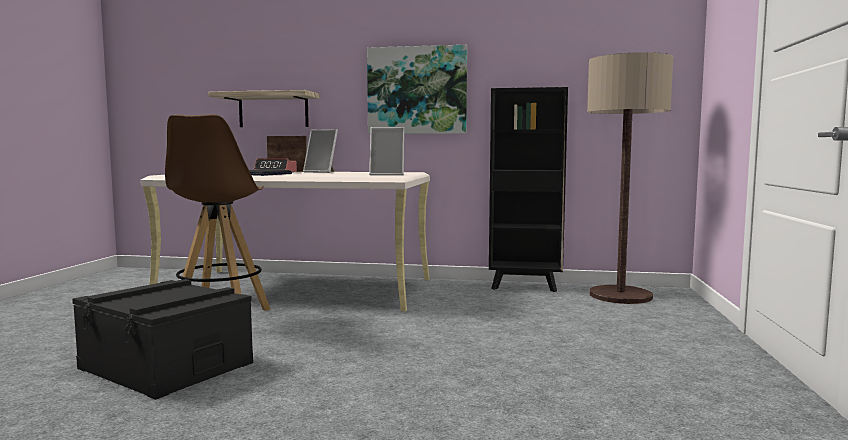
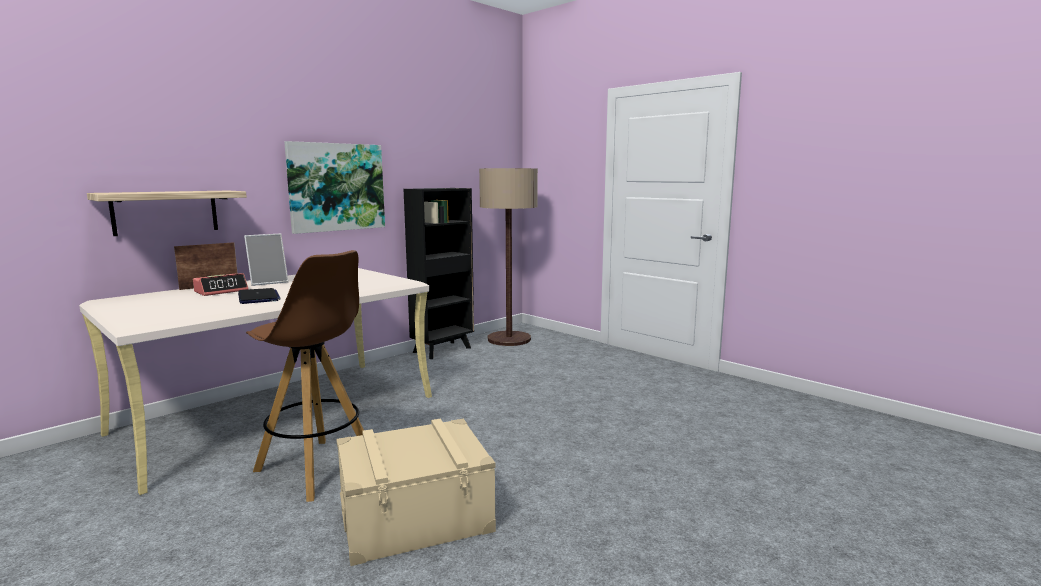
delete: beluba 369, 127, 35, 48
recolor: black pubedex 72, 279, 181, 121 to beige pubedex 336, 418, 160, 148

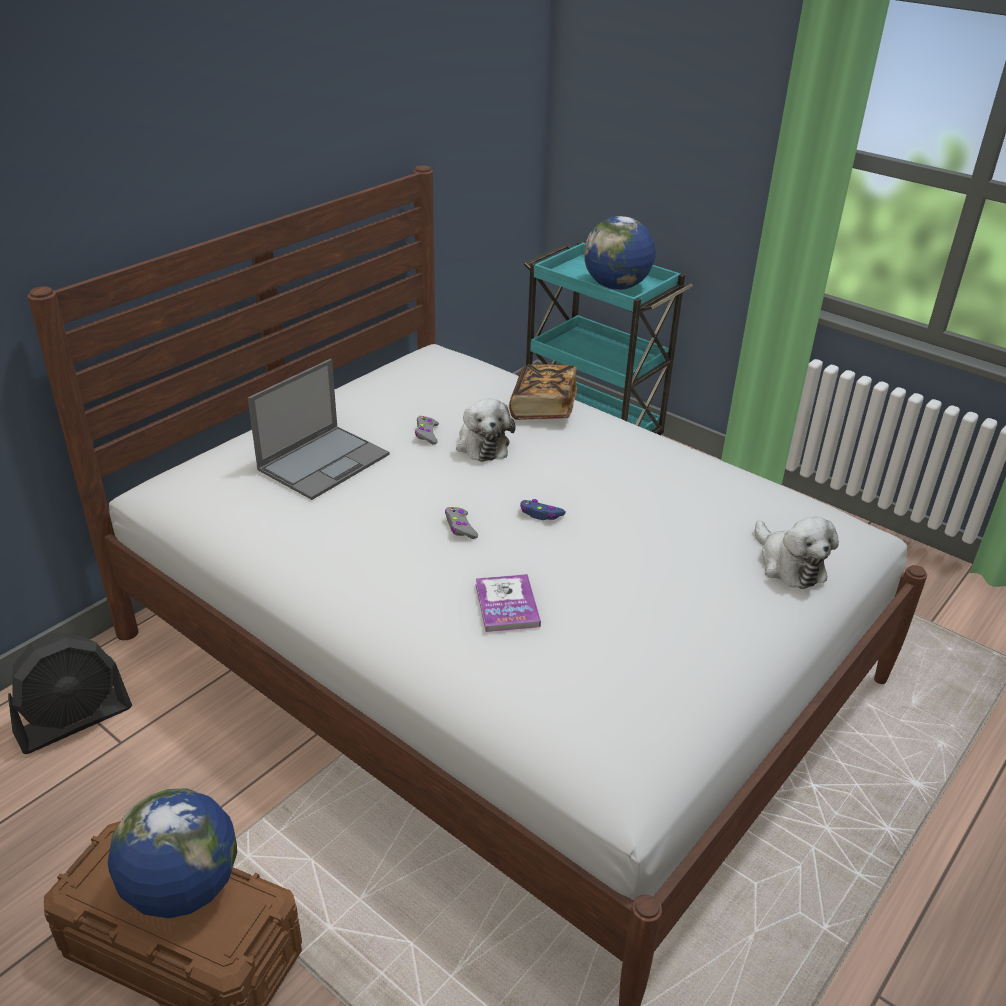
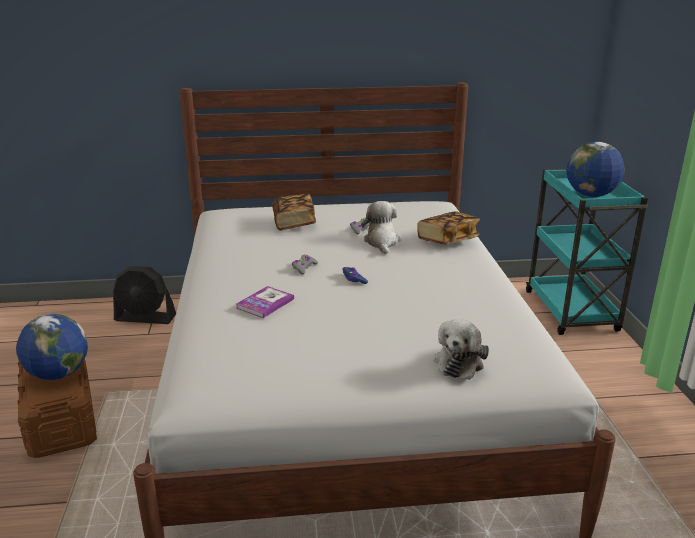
replace: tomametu 248, 359, 141, 141 to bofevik 272, 194, 44, 37
rotate: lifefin 456, 399, 59, 63 = 361, 201, 40, 53 150 degrees clockwise

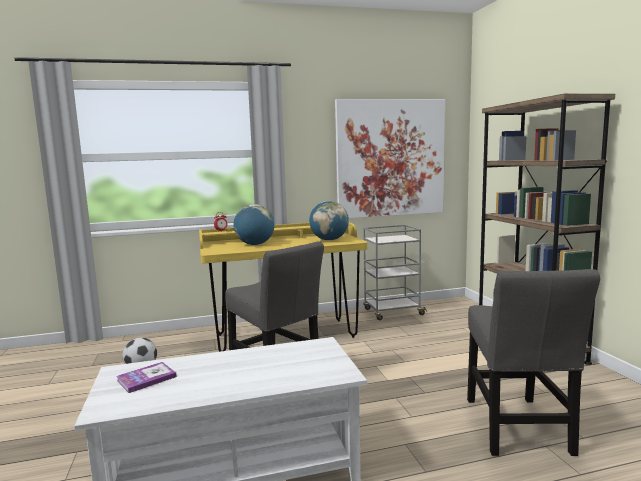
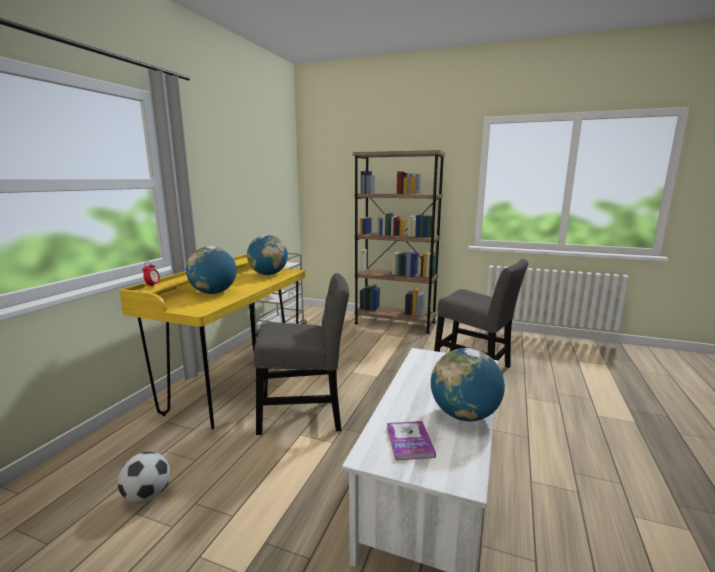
delete: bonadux 335, 99, 110, 119
insert: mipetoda 431, 348, 74, 73

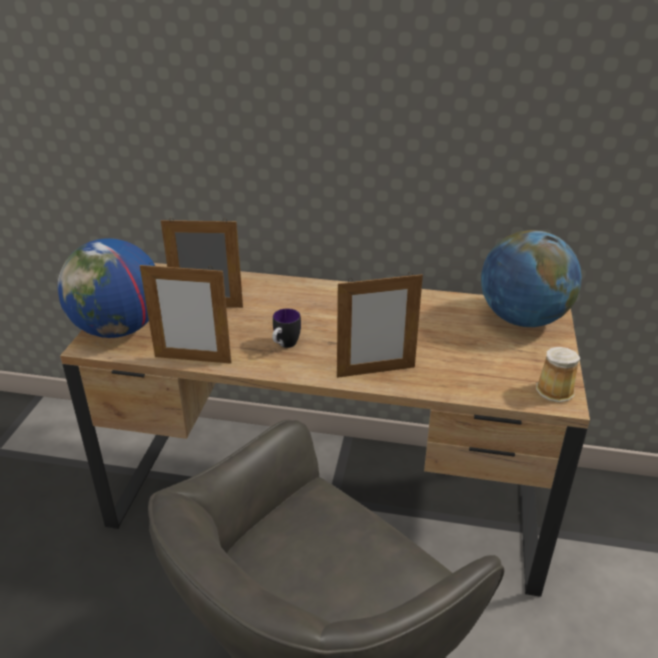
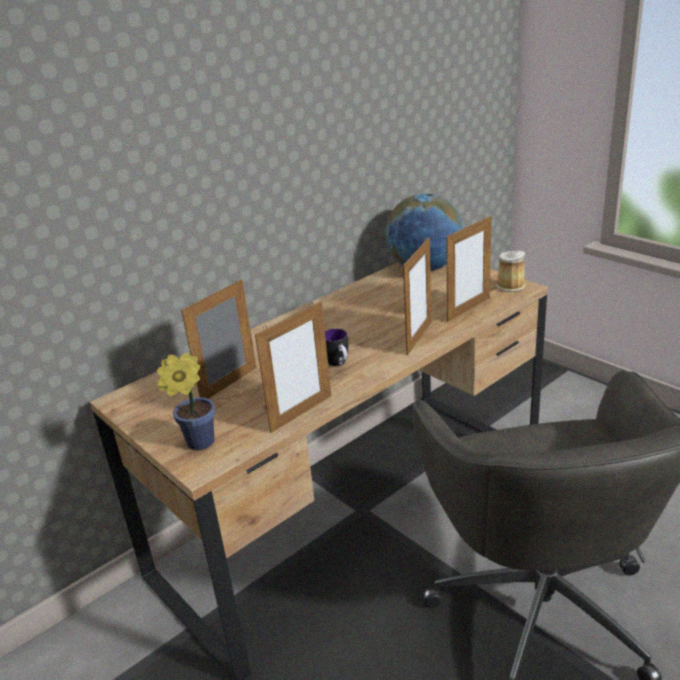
insert: beluba 446, 216, 46, 106
replace: mipetoda 58, 238, 97, 100 to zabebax 157, 353, 58, 97

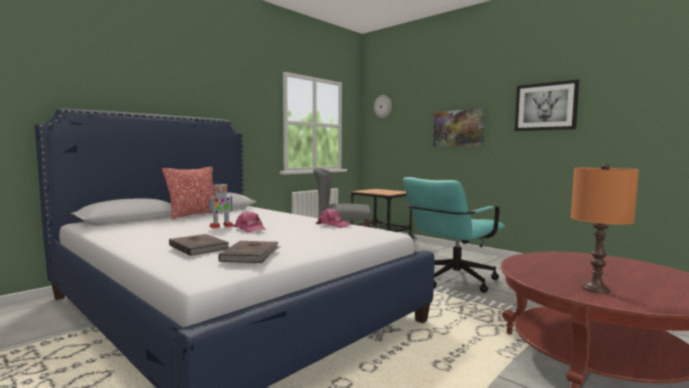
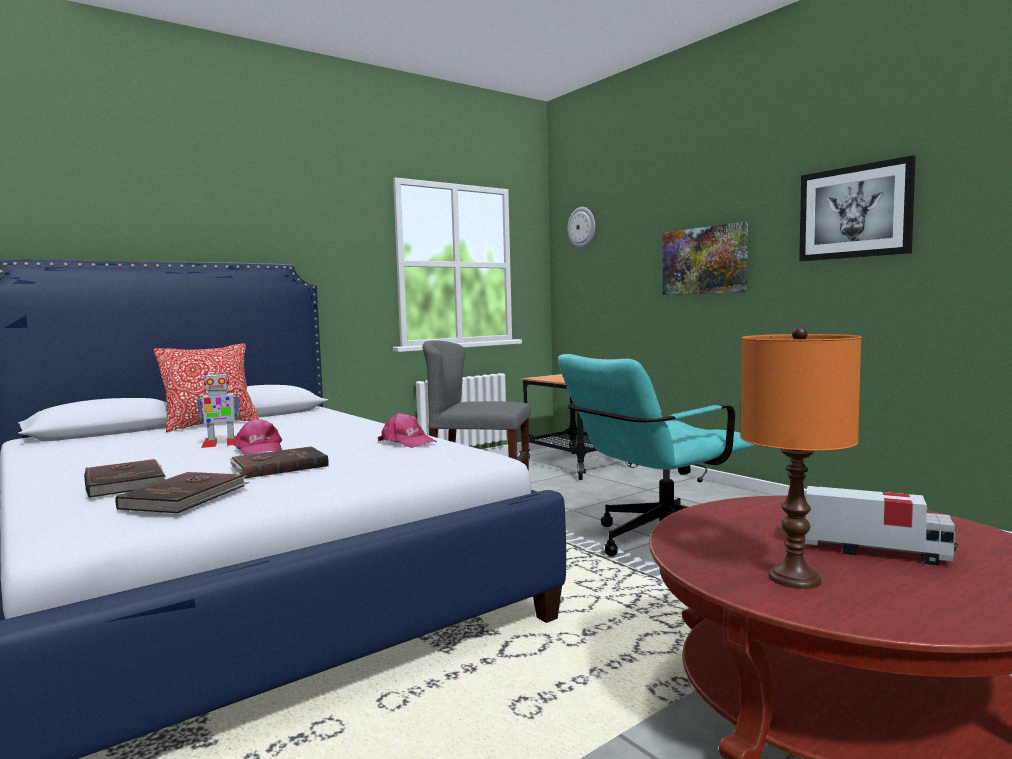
insert: brown bofevik 229, 446, 100, 33; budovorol 805, 486, 154, 80

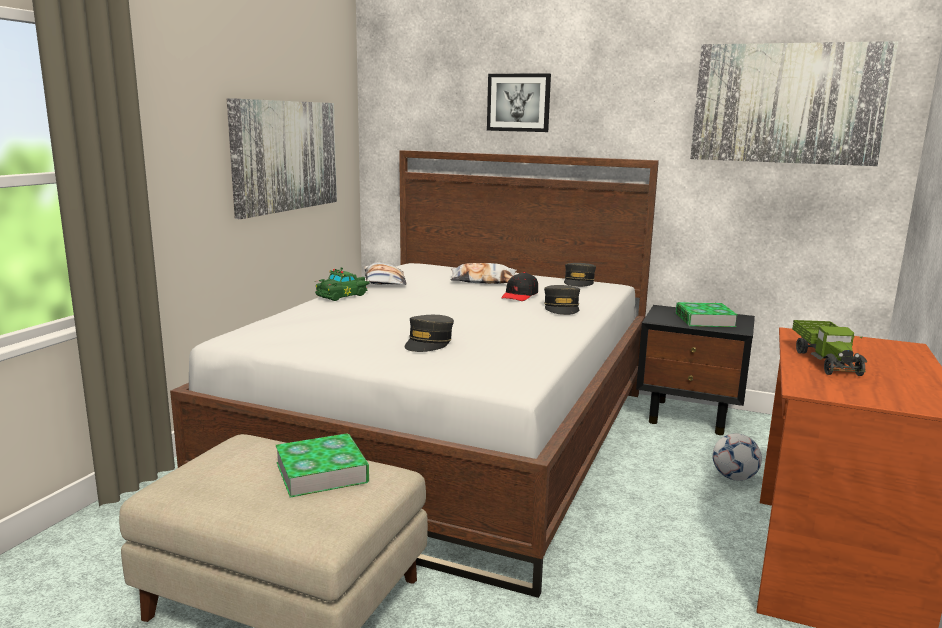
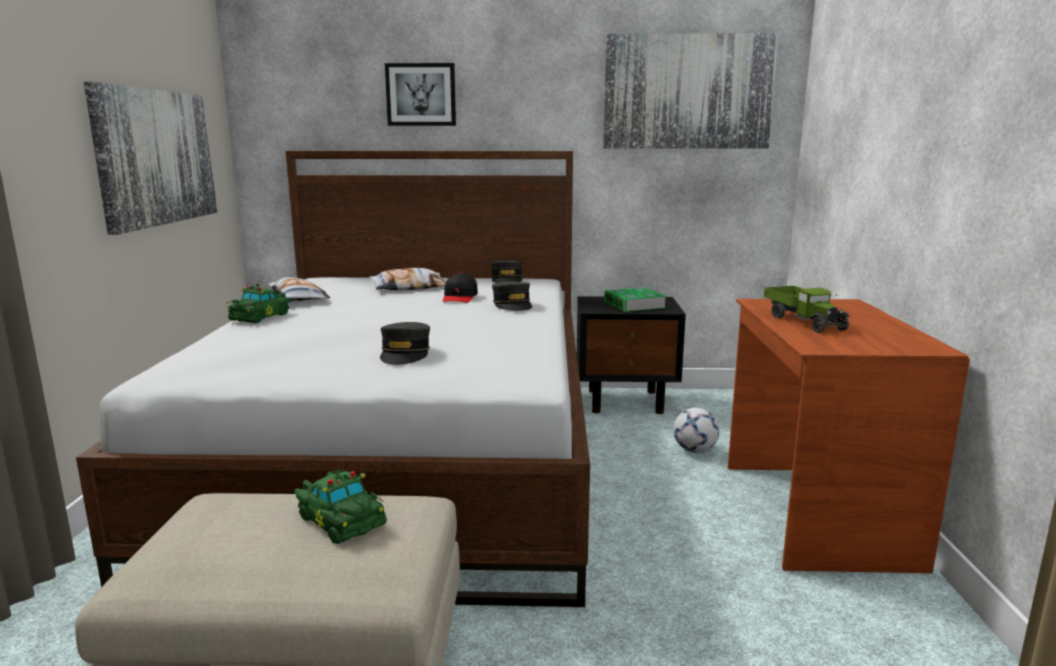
replace: bofevik 276, 433, 93, 64 to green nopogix 294, 469, 93, 75

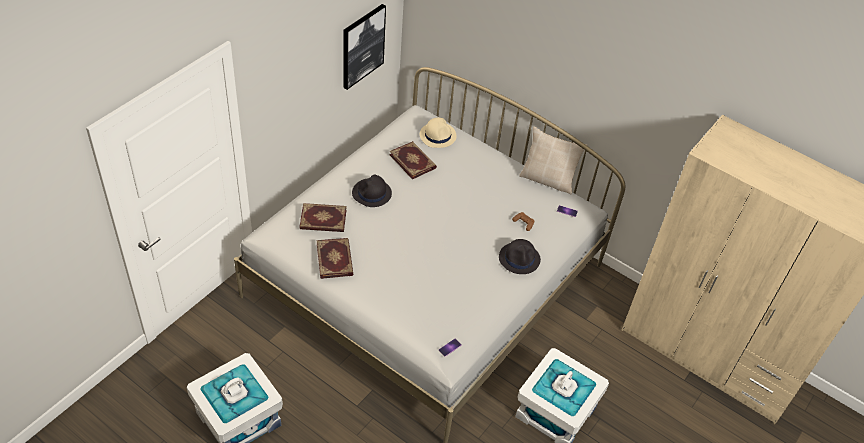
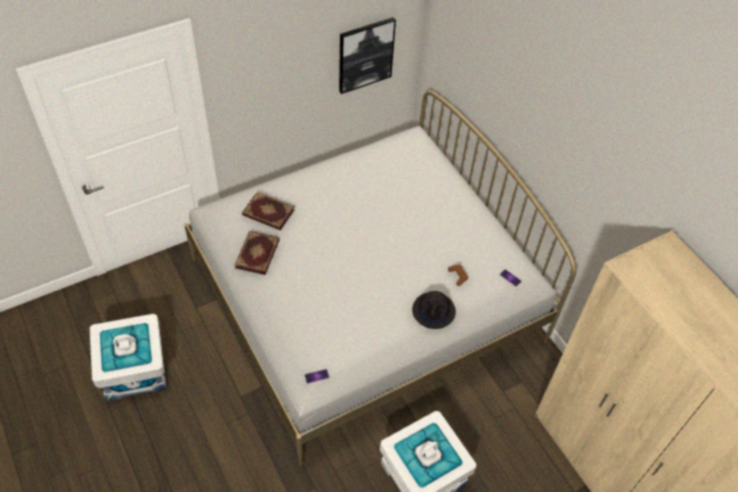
delete: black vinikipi 352, 175, 40, 32; bofevik 389, 141, 48, 38; beige vinikipi 420, 118, 37, 30; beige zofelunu 519, 127, 68, 68

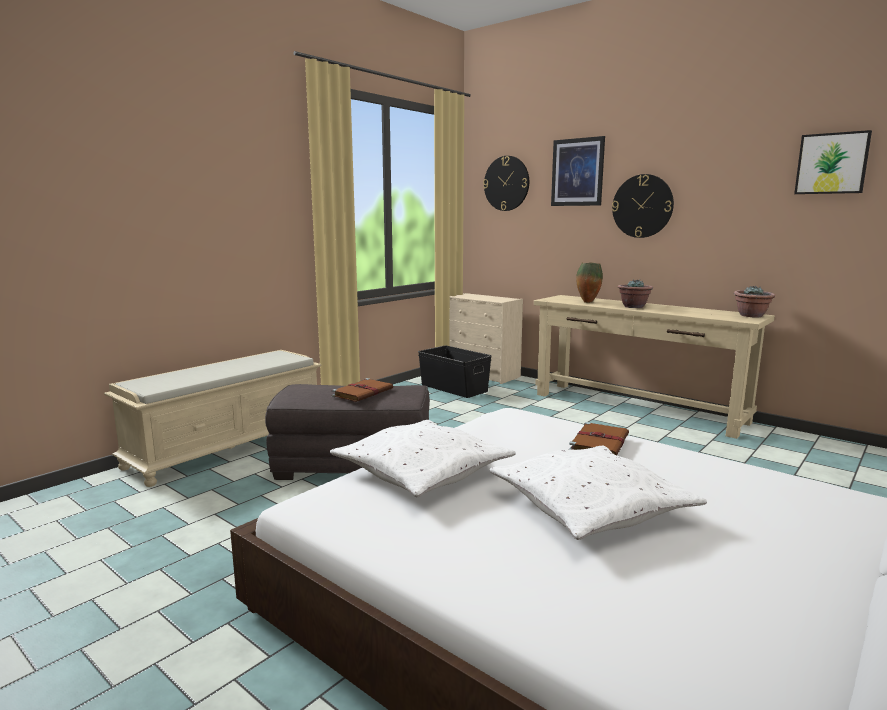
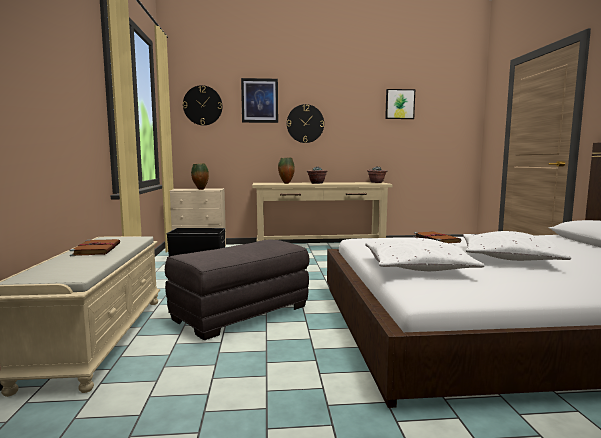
insert: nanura 191, 163, 18, 27
move: brown bofevik 332, 378, 61, 24 to 70, 239, 50, 17

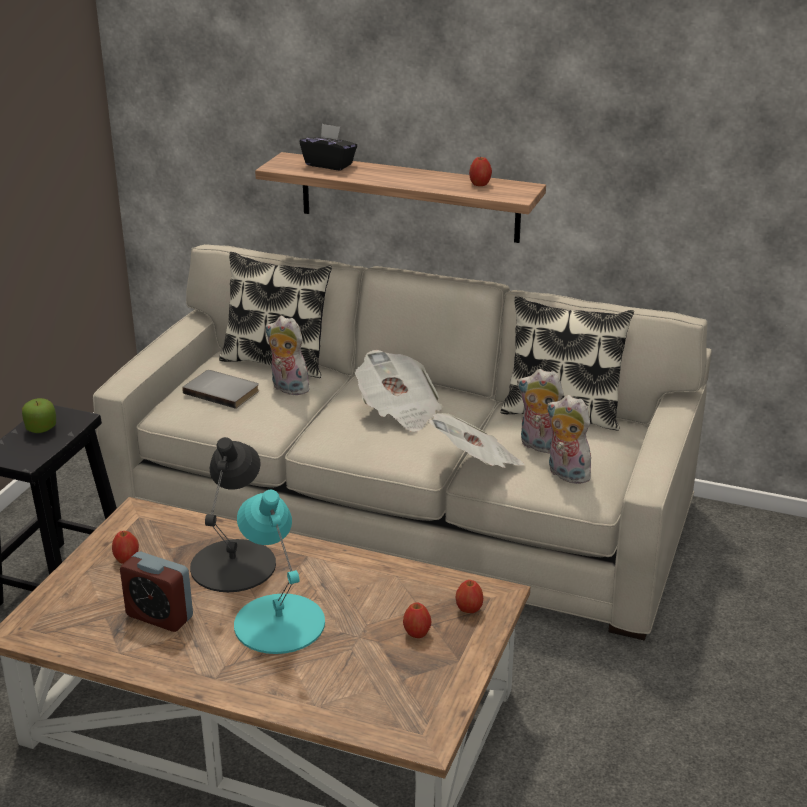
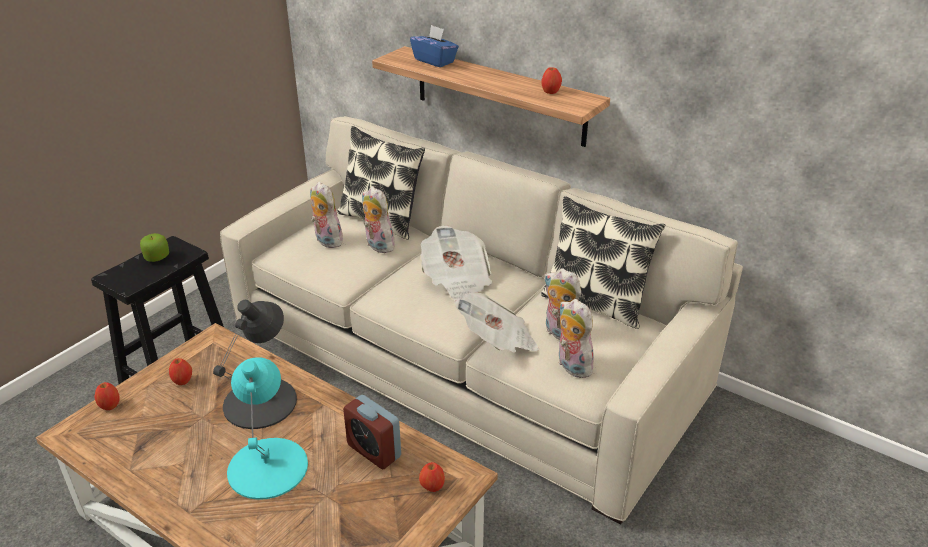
move: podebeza 120, 552, 73, 80 to 343, 395, 58, 74; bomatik 403, 602, 29, 36 to 95, 382, 24, 28
replace: grey bofevik 182, 370, 77, 39 to lifefin 310, 182, 33, 66
recolor: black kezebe 300, 123, 57, 48 to blue kezebe 410, 25, 49, 42

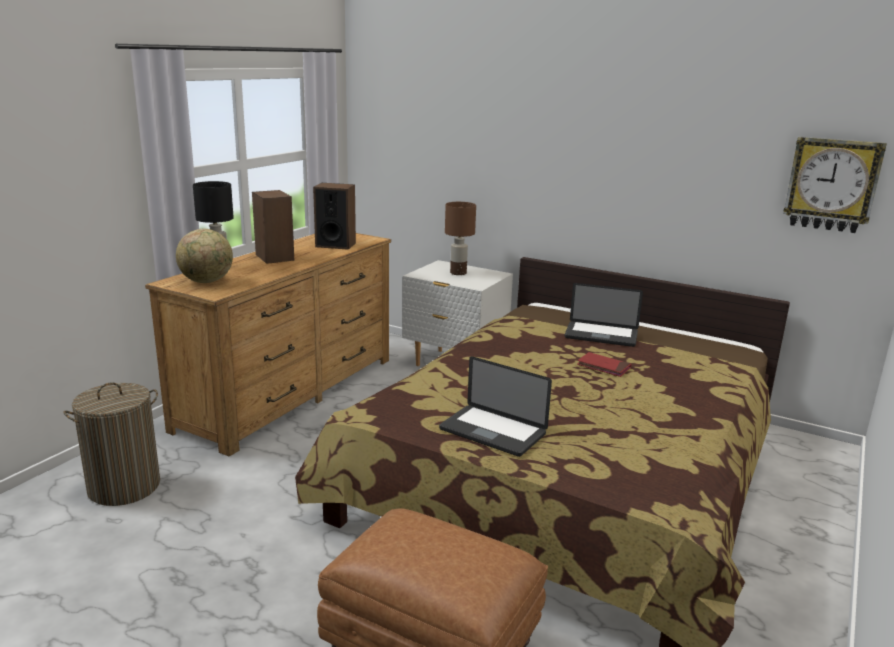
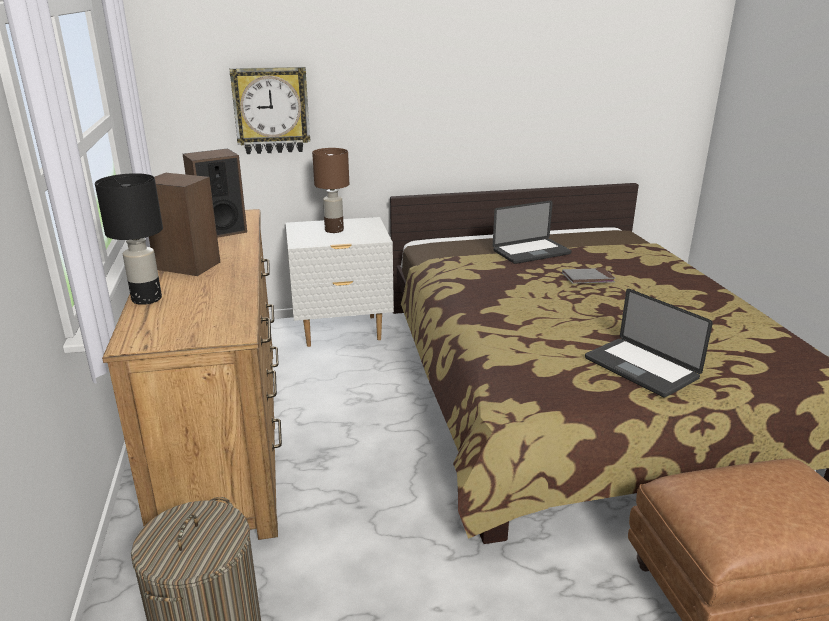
delete: mipetoda 176, 229, 57, 54
move: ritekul 783, 137, 104, 96 to 230, 67, 80, 87
recolor: red bofevik 577, 352, 54, 25 to grey bofevik 562, 268, 54, 16
rotate: tomametu 439, 356, 113, 101 = 585, 289, 128, 108 60 degrees clockwise

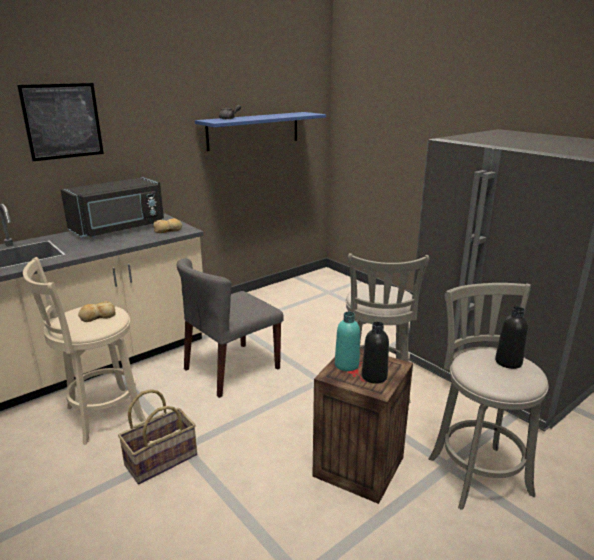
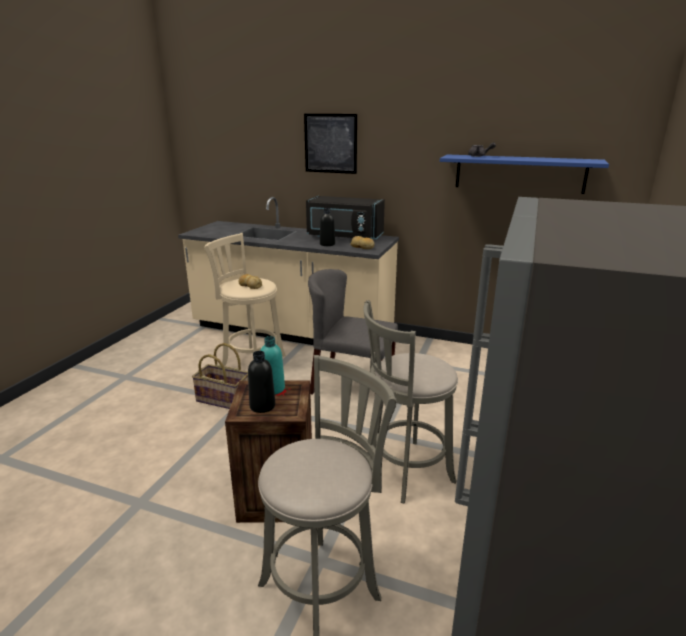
move: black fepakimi 495, 307, 33, 62 to 320, 208, 15, 38

